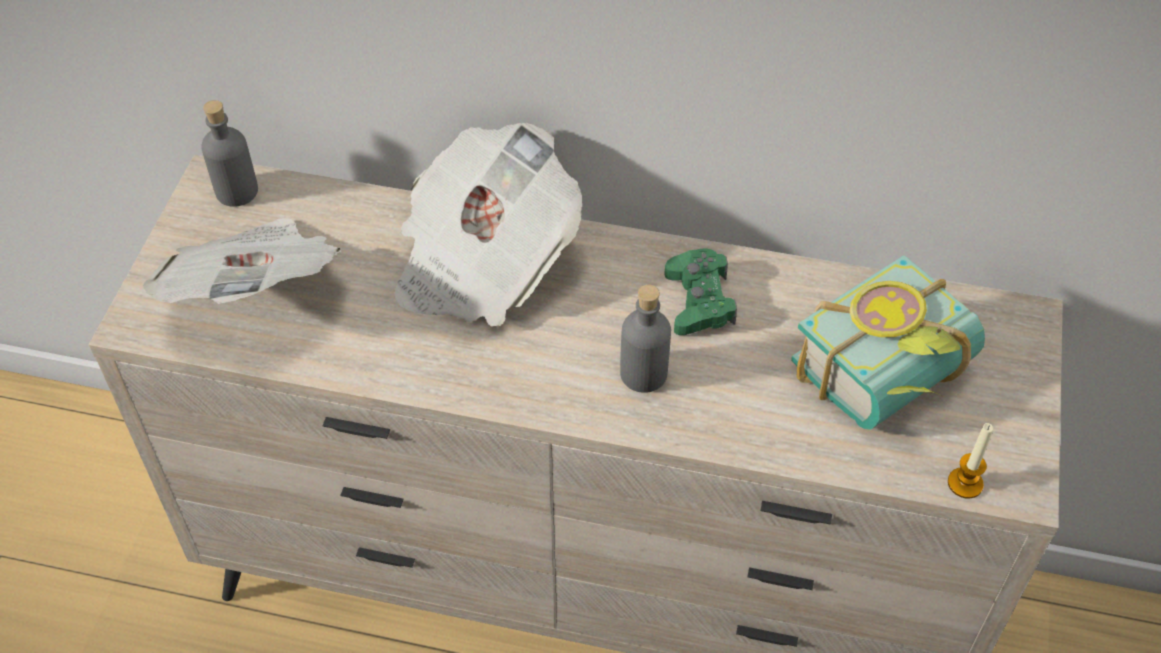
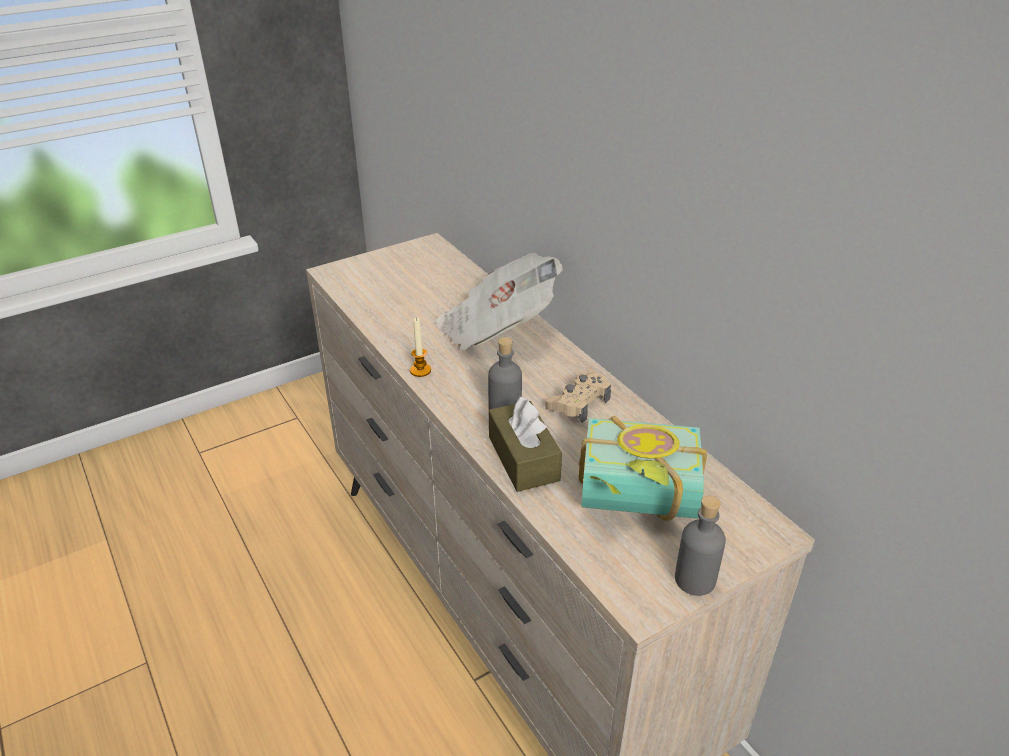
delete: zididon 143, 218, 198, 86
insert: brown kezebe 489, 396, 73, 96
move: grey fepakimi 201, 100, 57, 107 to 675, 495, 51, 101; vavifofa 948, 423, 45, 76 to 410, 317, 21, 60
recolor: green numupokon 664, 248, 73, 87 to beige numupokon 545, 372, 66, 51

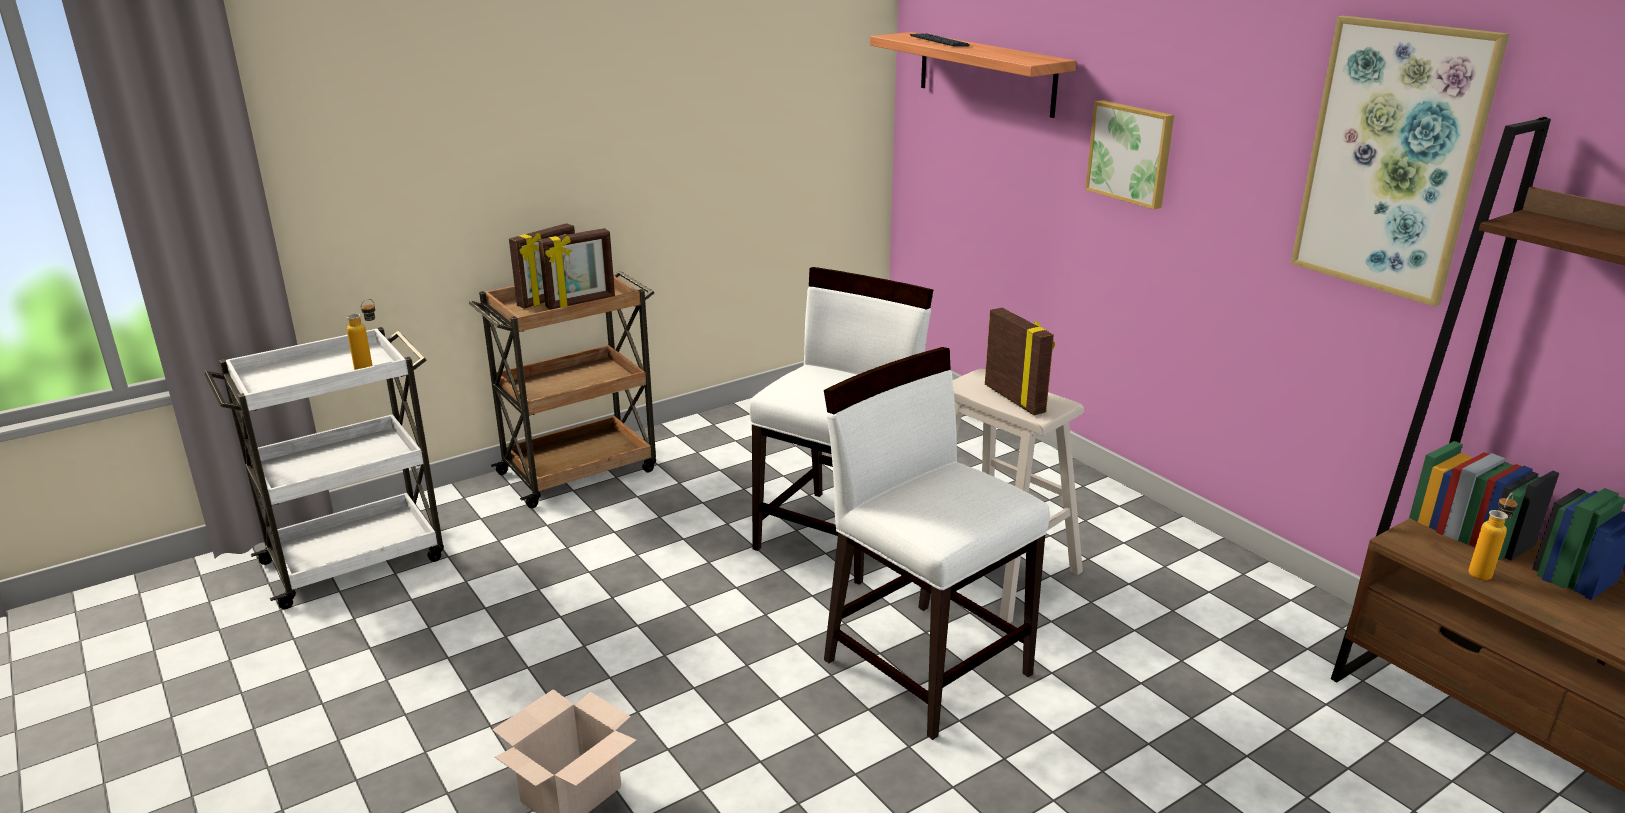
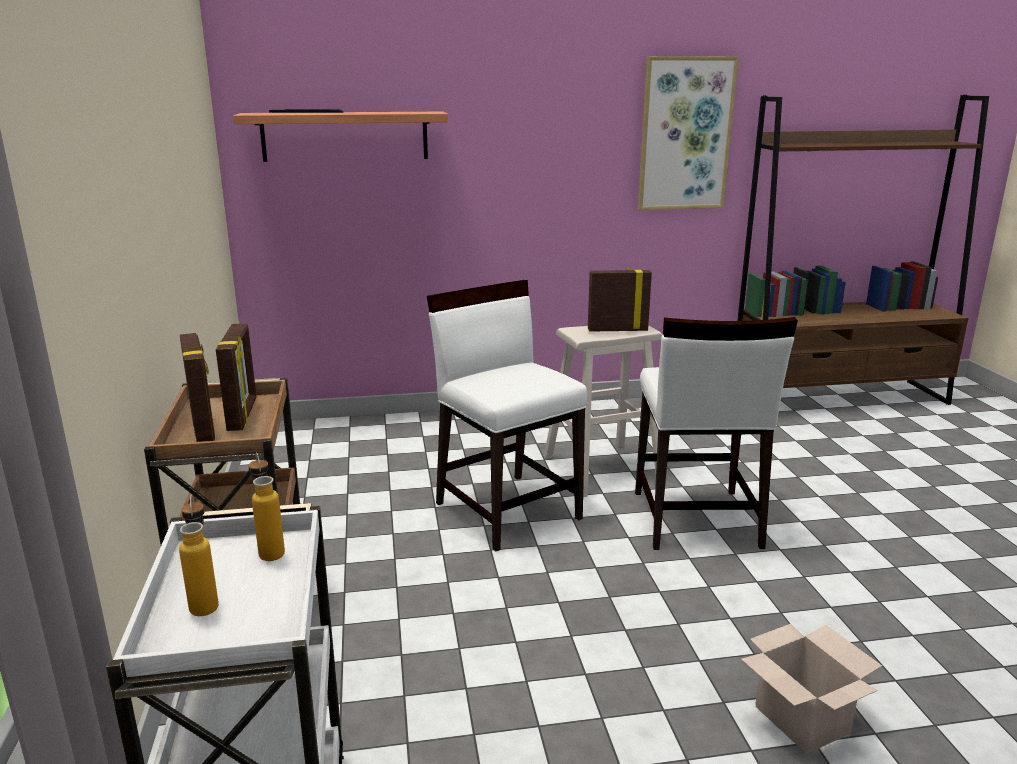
delete: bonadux 1085, 100, 89, 109
move: fepakimi 1469, 493, 49, 87 to 179, 494, 40, 122
rotate: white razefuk 824, 347, 226, 393 = 635, 317, 163, 233 75 degrees counterclockwise

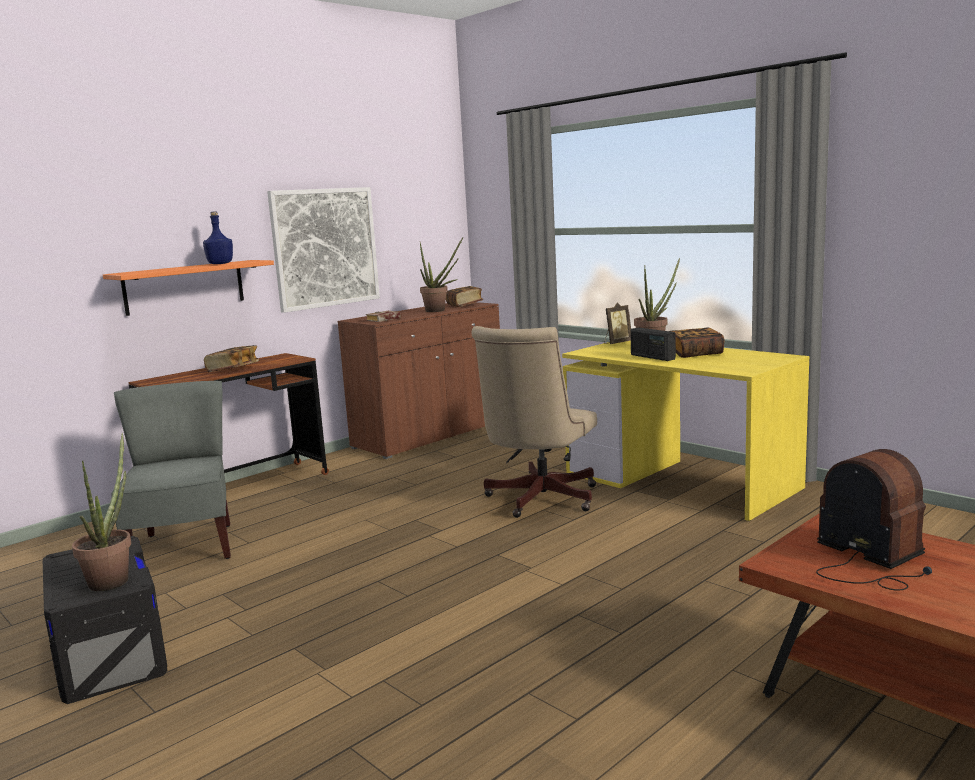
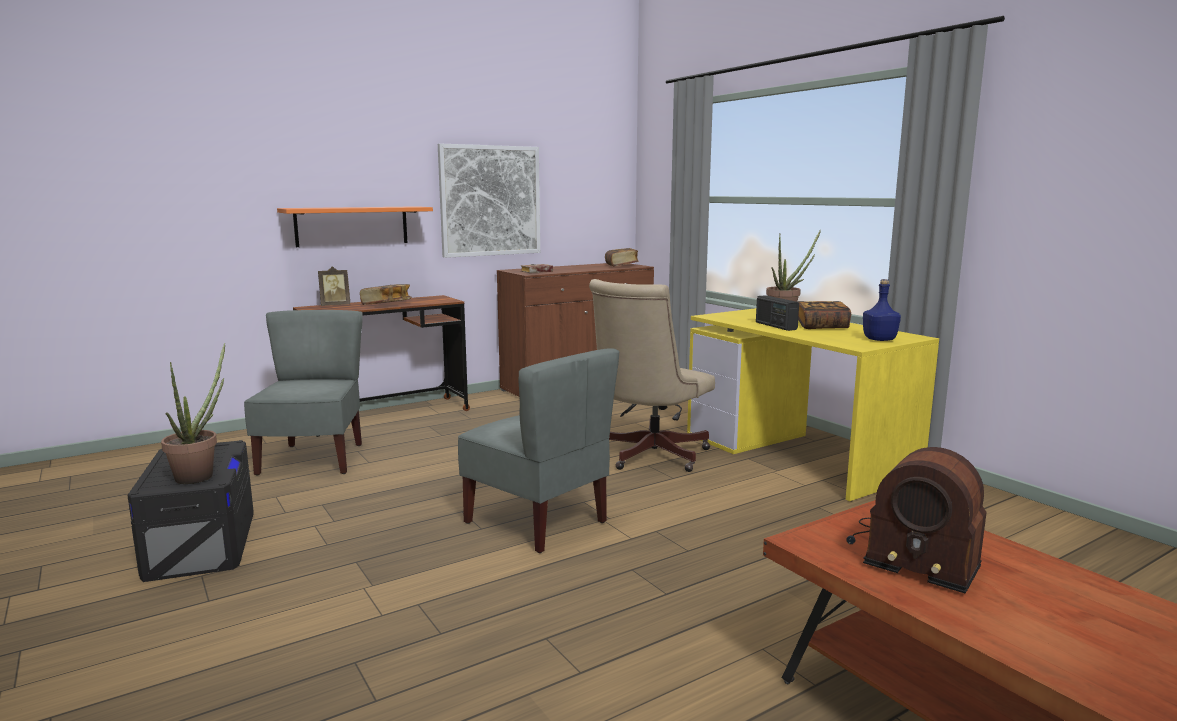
delete: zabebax 420, 238, 43, 74
insert: grey razefuk 458, 348, 161, 205
move: blue fepakimi 203, 211, 30, 53 to 863, 279, 38, 62; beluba 604, 303, 27, 41 to 318, 266, 32, 40
rotate: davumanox 816, 449, 116, 142 = 846, 447, 141, 147 150 degrees clockwise

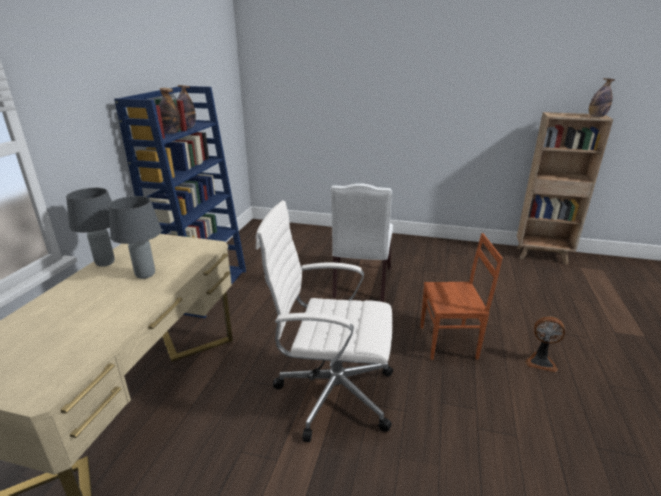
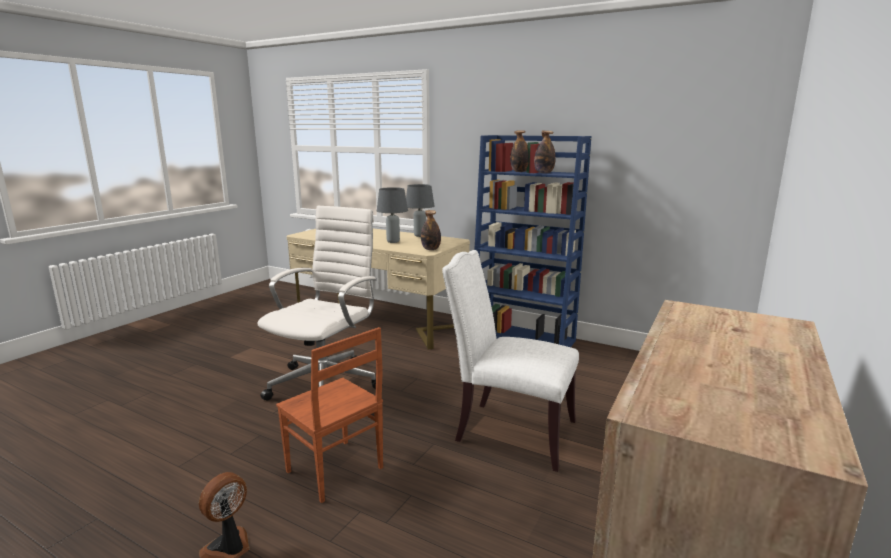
move: fepakimi 589, 78, 26, 39 to 421, 210, 20, 40
rotate: brown razefuk 421, 233, 82, 127 = 276, 327, 107, 176 60 degrees counterclockwise

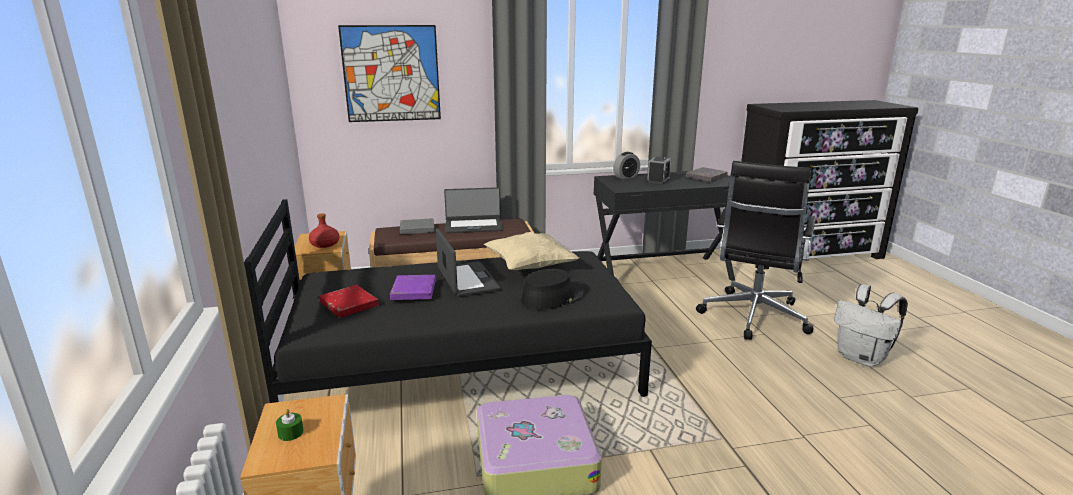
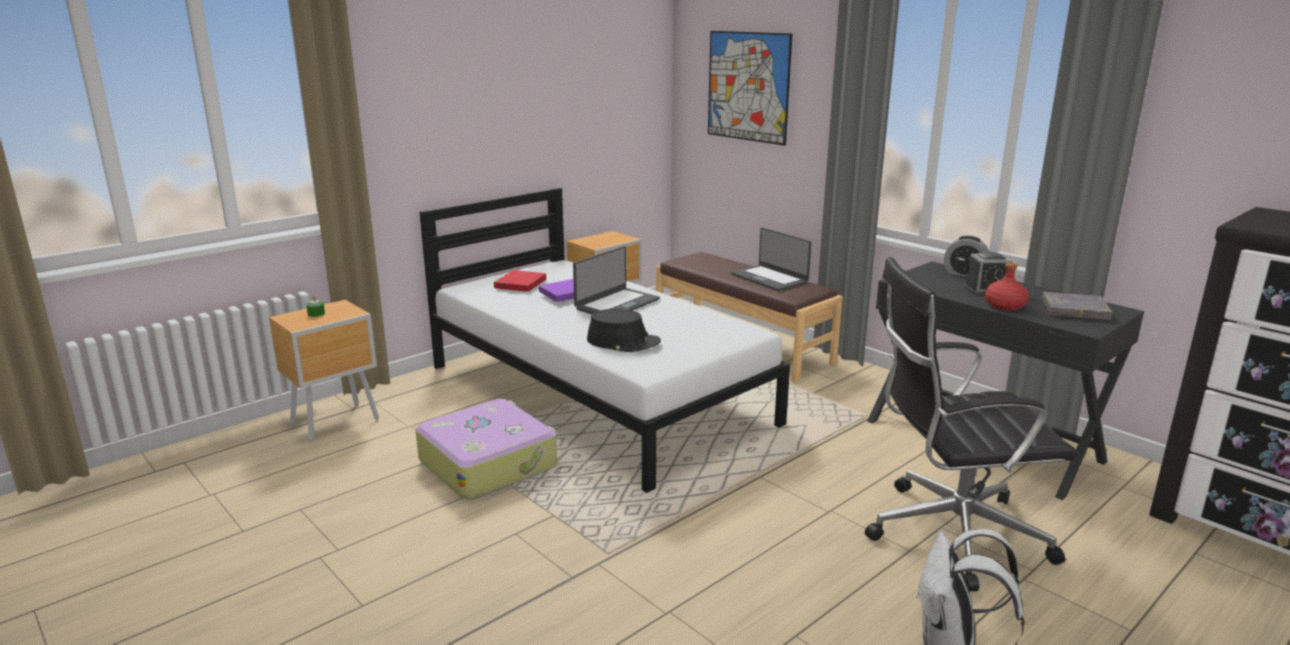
delete: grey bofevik 400, 218, 35, 16; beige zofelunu 484, 232, 95, 38
move: red fepakimi 309, 213, 31, 35 to 985, 263, 44, 47
recolor: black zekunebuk 244, 199, 408, 204 to white zekunebuk 420, 188, 370, 305

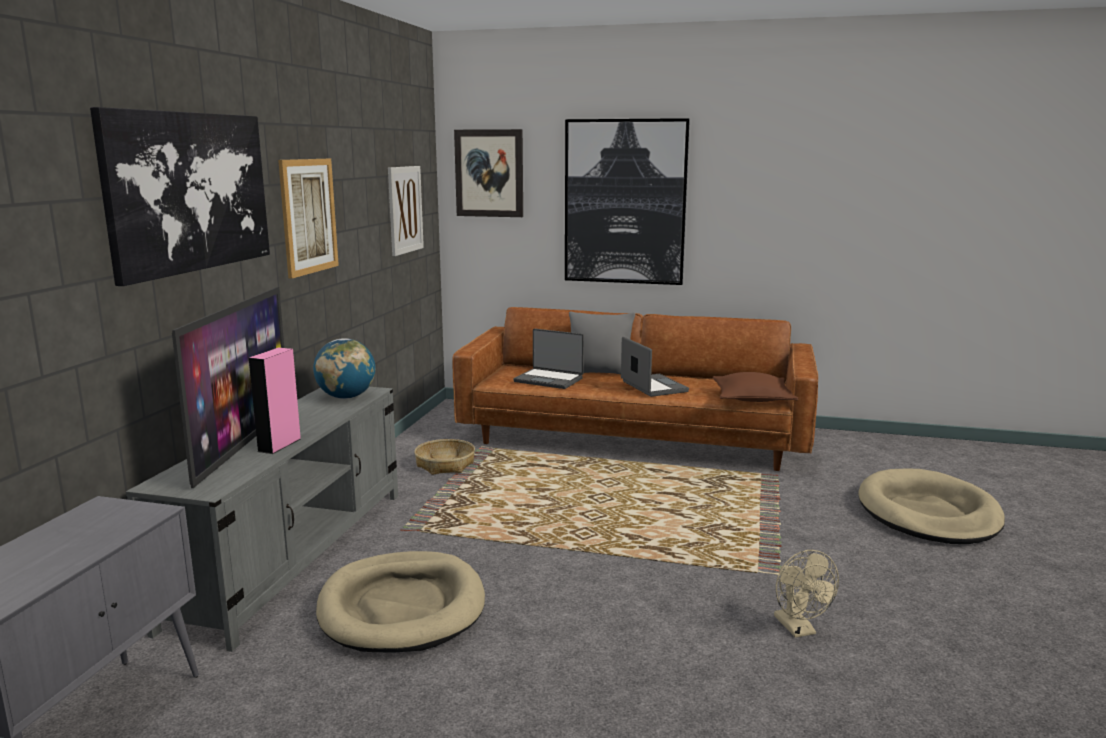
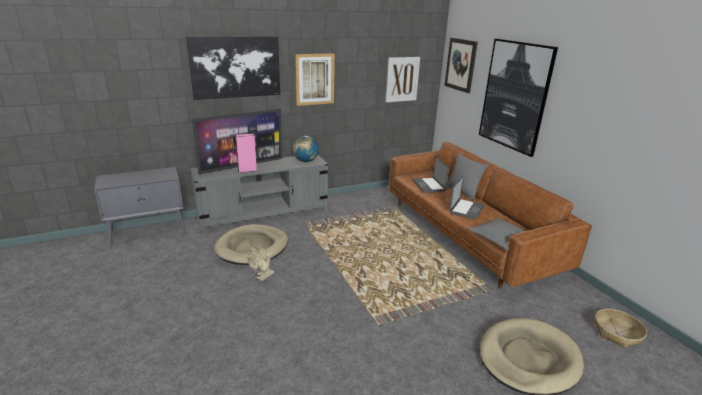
move: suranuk 414, 439, 61, 36 to 595, 309, 52, 39; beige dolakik 774, 550, 65, 88 to 247, 244, 27, 37
recolor: brown zofelunu 713, 372, 86, 30 to grey zofelunu 468, 217, 57, 34

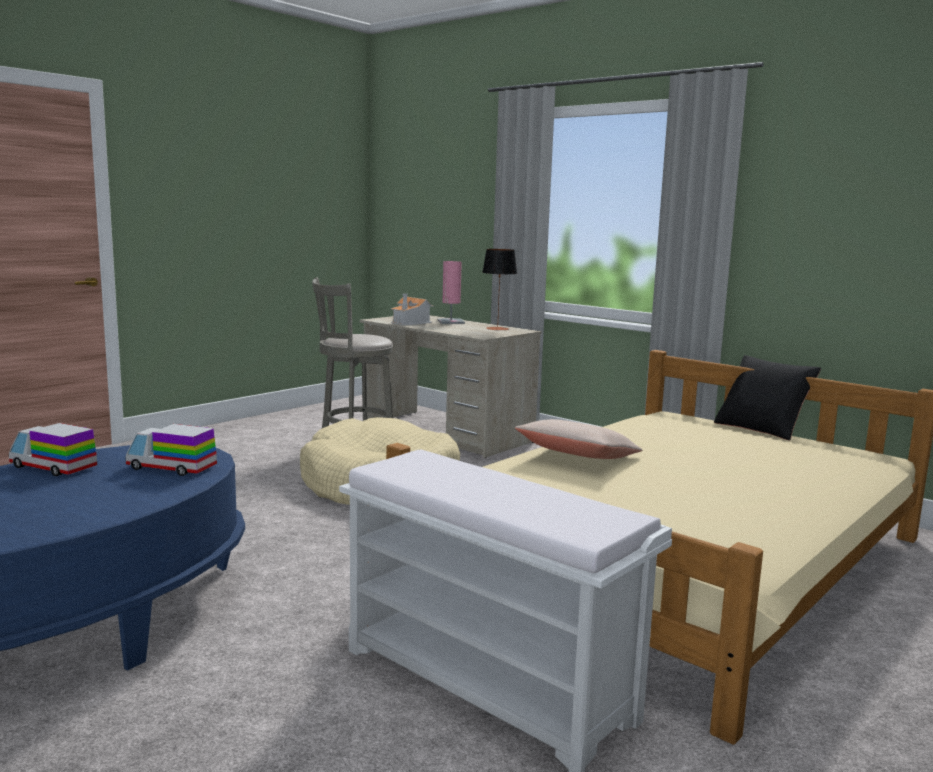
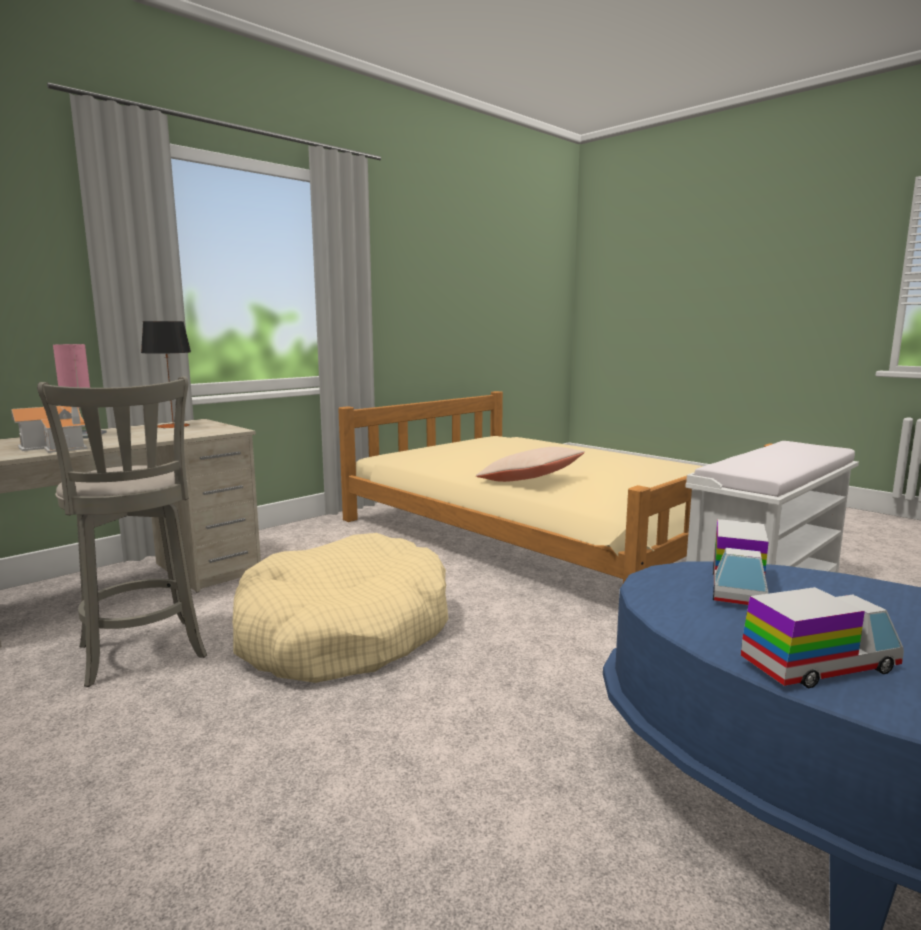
delete: black zofelunu 714, 355, 107, 86
rotate: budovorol 9, 423, 88, 53 = 741, 587, 163, 101 135 degrees counterclockwise

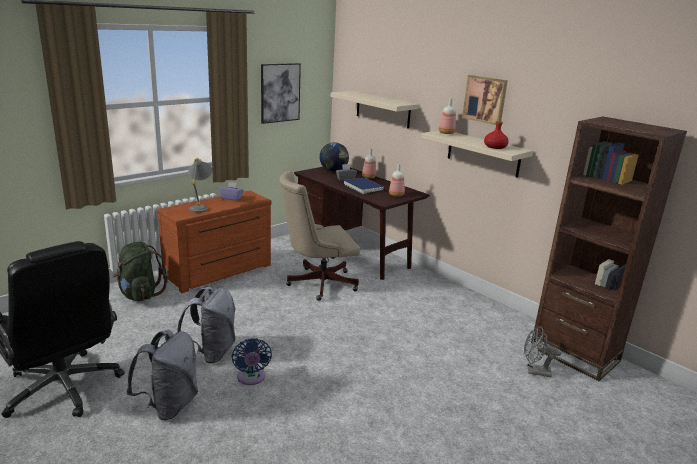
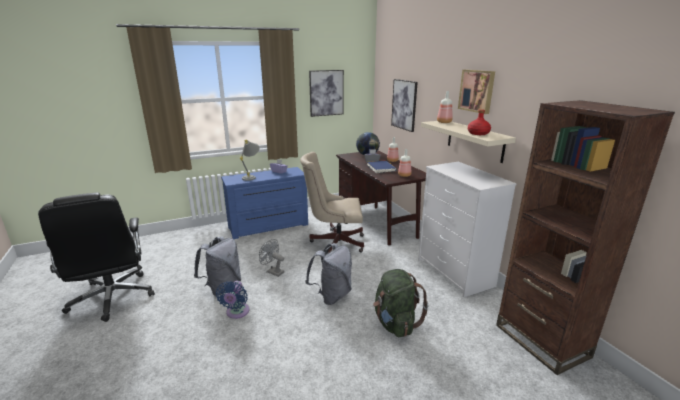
insert: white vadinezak 418, 162, 99, 135
move: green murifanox 112, 242, 56, 60 to 373, 269, 55, 68; grey murifanox 126, 330, 72, 90 to 305, 243, 47, 62; grey dolakik 524, 326, 38, 51 to 259, 239, 25, 38
replace: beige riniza 331, 91, 88, 38 to bonadux 391, 79, 27, 53
recolor: brown vadinezak 157, 190, 115, 103 to blue vadinezak 221, 167, 87, 72

